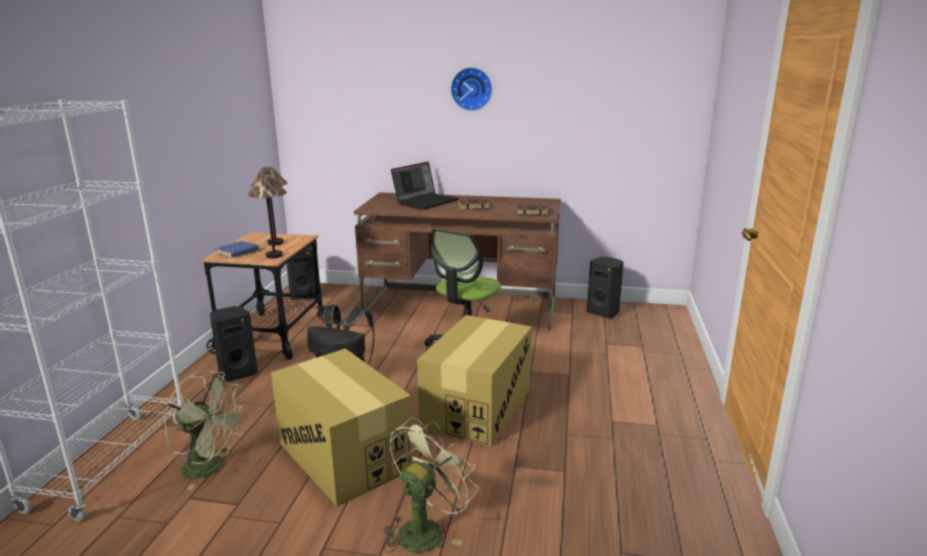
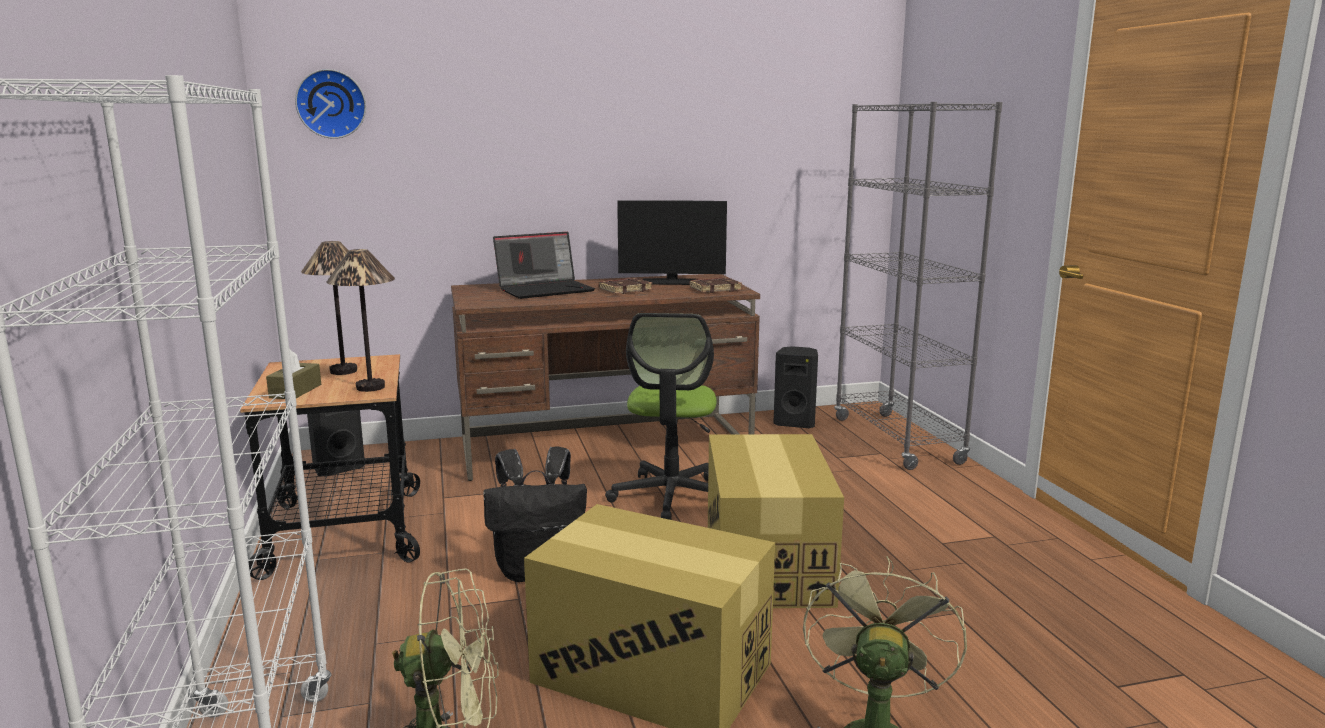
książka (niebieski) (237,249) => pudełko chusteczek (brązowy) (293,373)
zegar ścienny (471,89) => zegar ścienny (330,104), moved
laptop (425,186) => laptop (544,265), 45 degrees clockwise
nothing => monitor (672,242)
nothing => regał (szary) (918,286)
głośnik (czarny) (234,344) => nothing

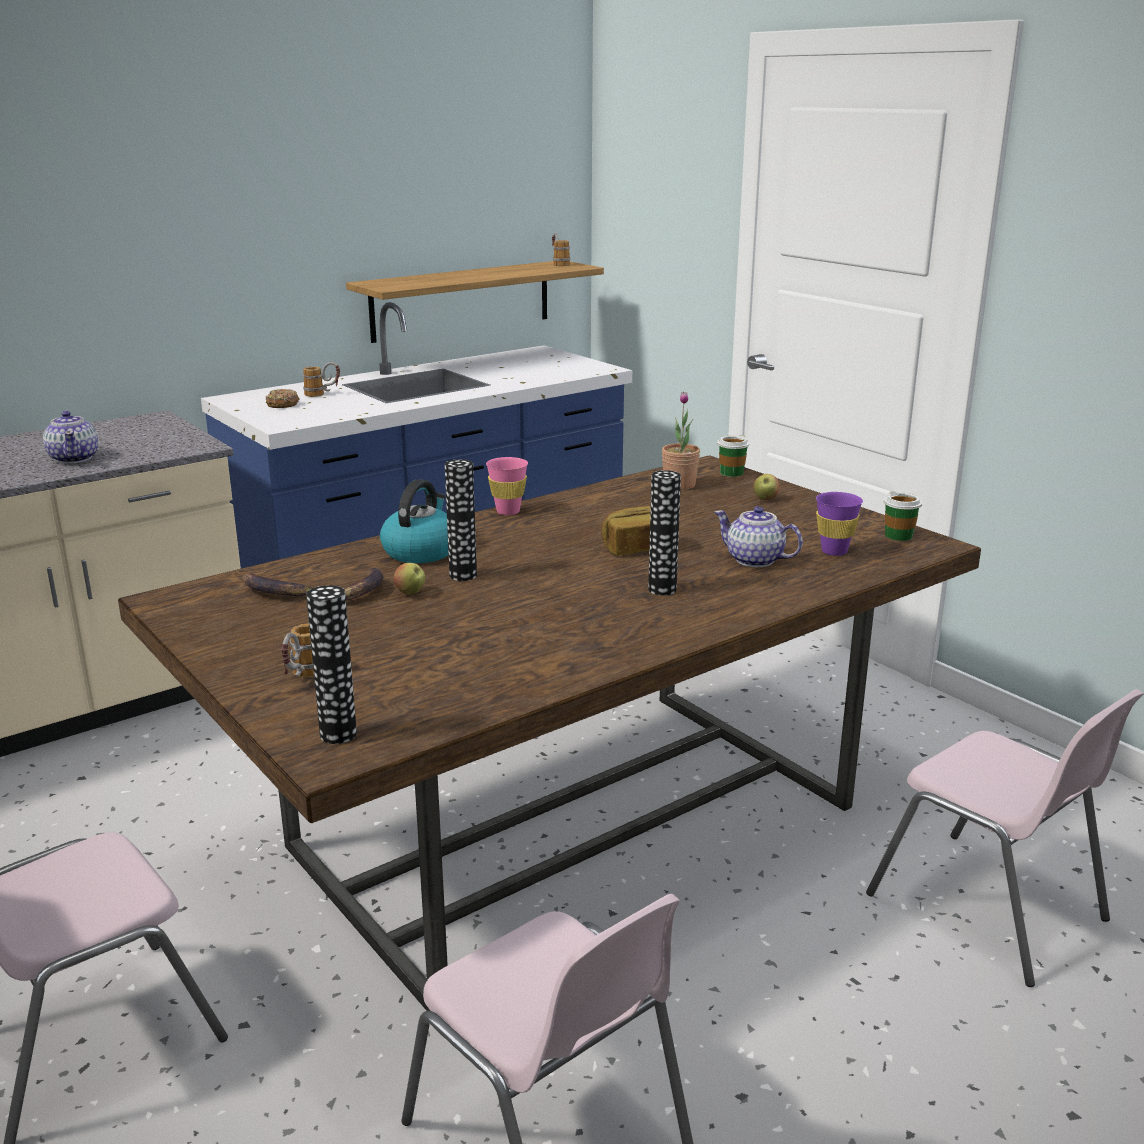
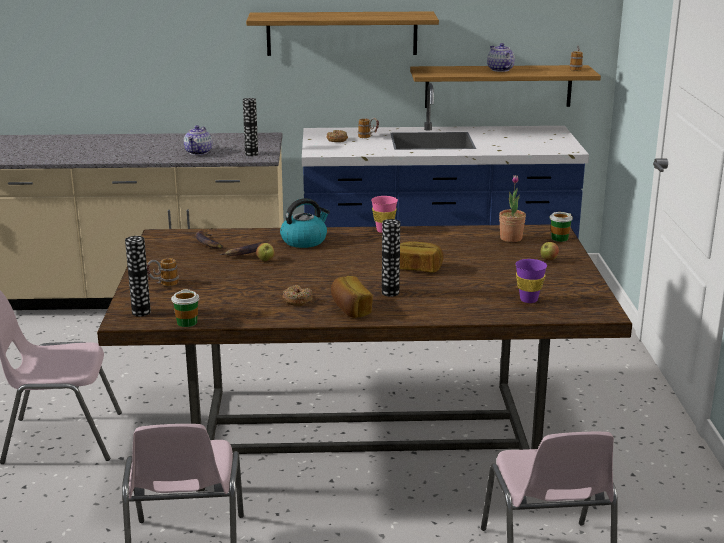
filiżanka (903,516) => filiżanka (185,308), moved
wazon (461,520) => wazon (250,127), moved
nothing => półka (342,33)
nothing => donut (297,295)
nothing => chleb (352,297)
imbryk (758,536) => imbryk (501,57), moved

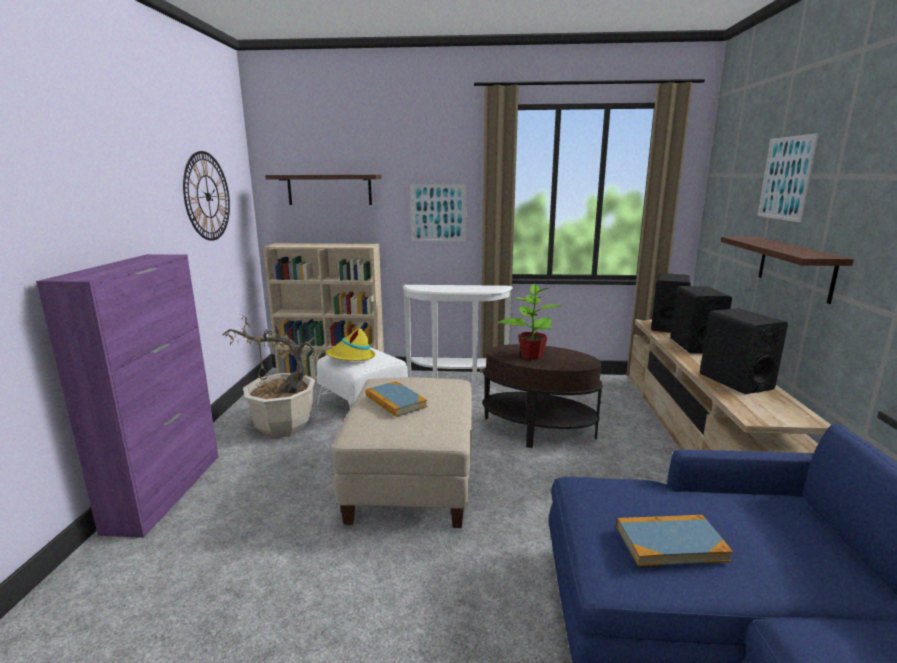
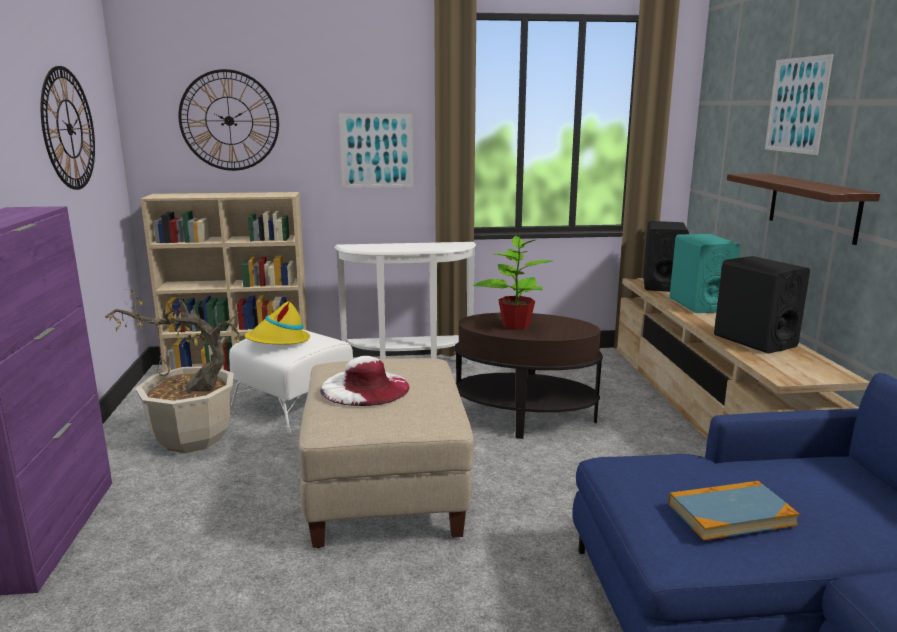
półka (323,190) => zegar ścienny (228,120)
książka (396,399) => kapelusz (biały) (364,381)
głośnik (czarny) (701,320) => głośnik (turkusowy) (705,273)

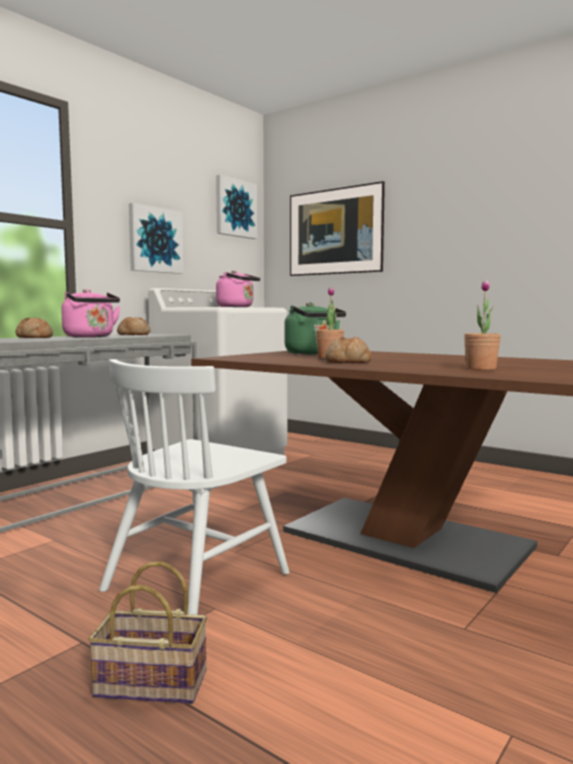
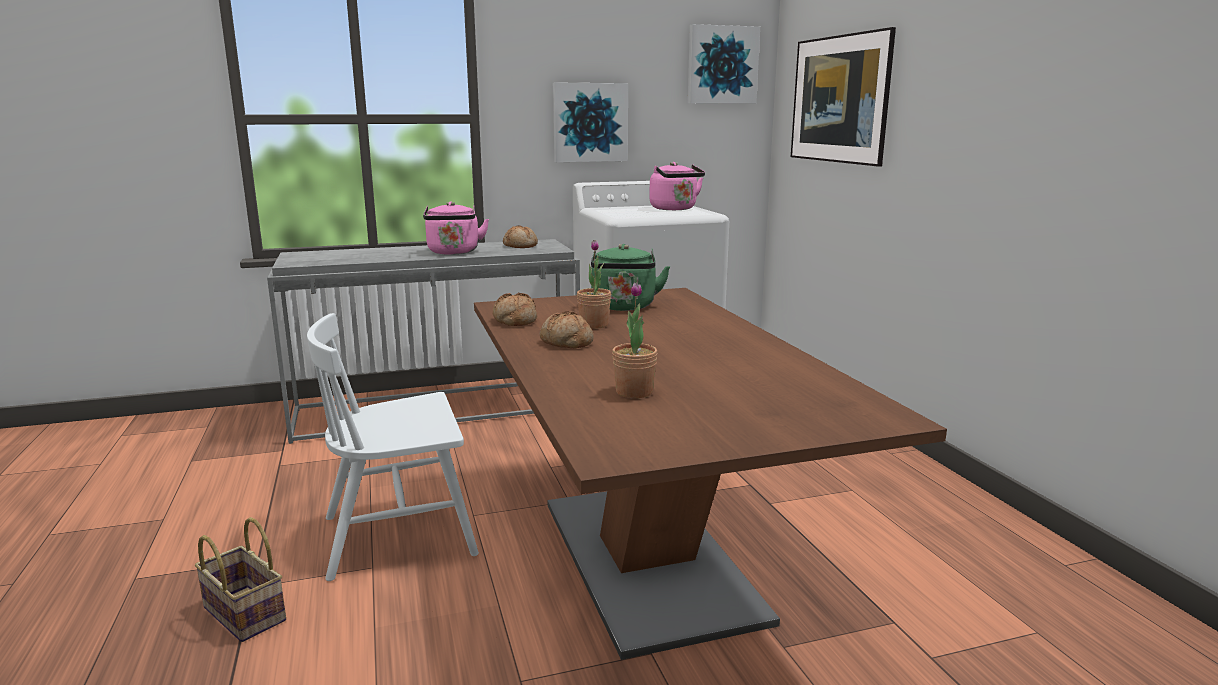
chleb (34,327) => chleb (515,309), moved

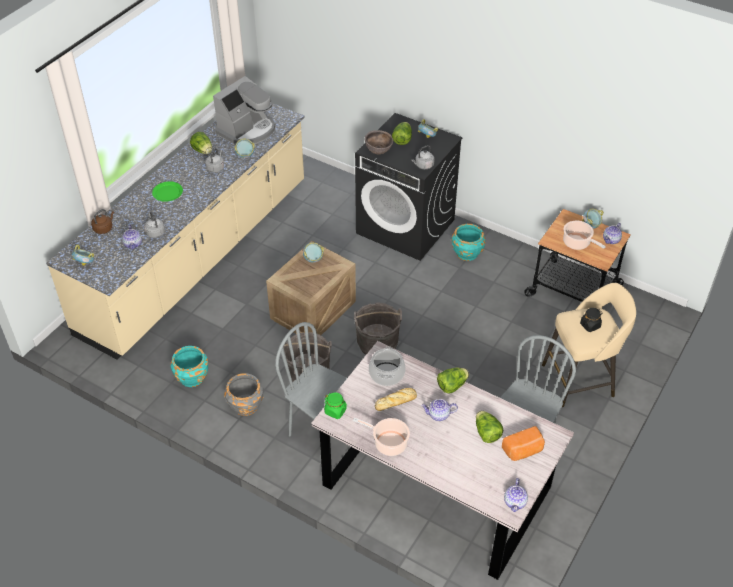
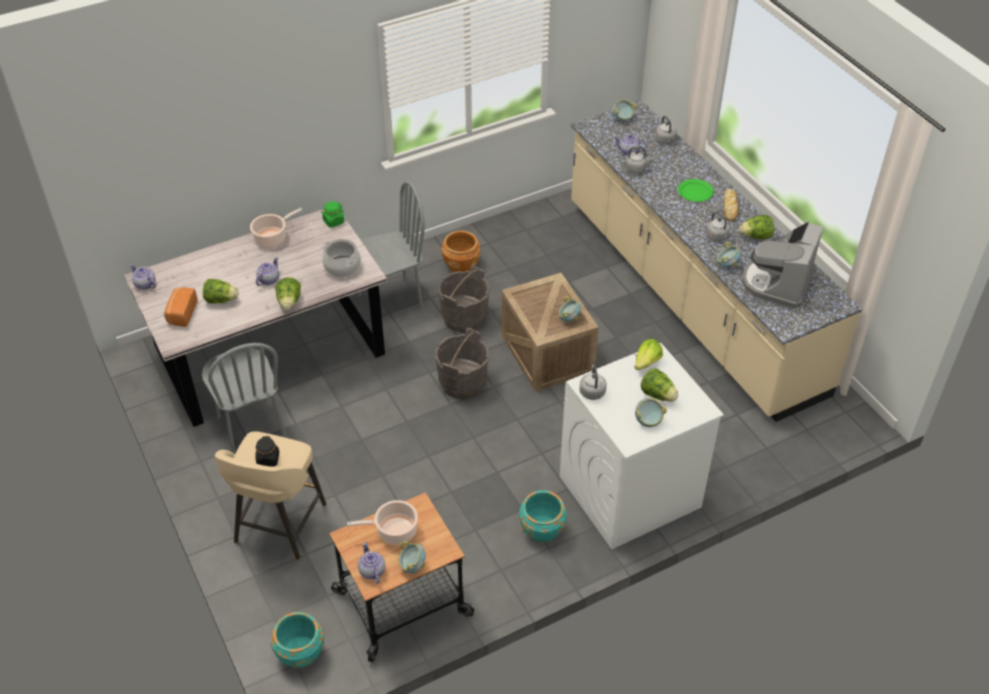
donica (turkusowy) (189,366) => donica (turkusowy) (297,640), moved
donica (szary) (244,394) => donica (brązowy) (460,251)
pralka (czarny) (408,187) => pralka (biały) (642,446)
miska (brązowy) (379,142) => sałata (648,354)
czajnik (brązowy) (102,221) => czajnik (szary) (666,130)
chleb (396,399) => chleb (731,205), moved
ekspres do kawy (244,110) => ekspres do kawy (783,265), 45 degrees clockwise

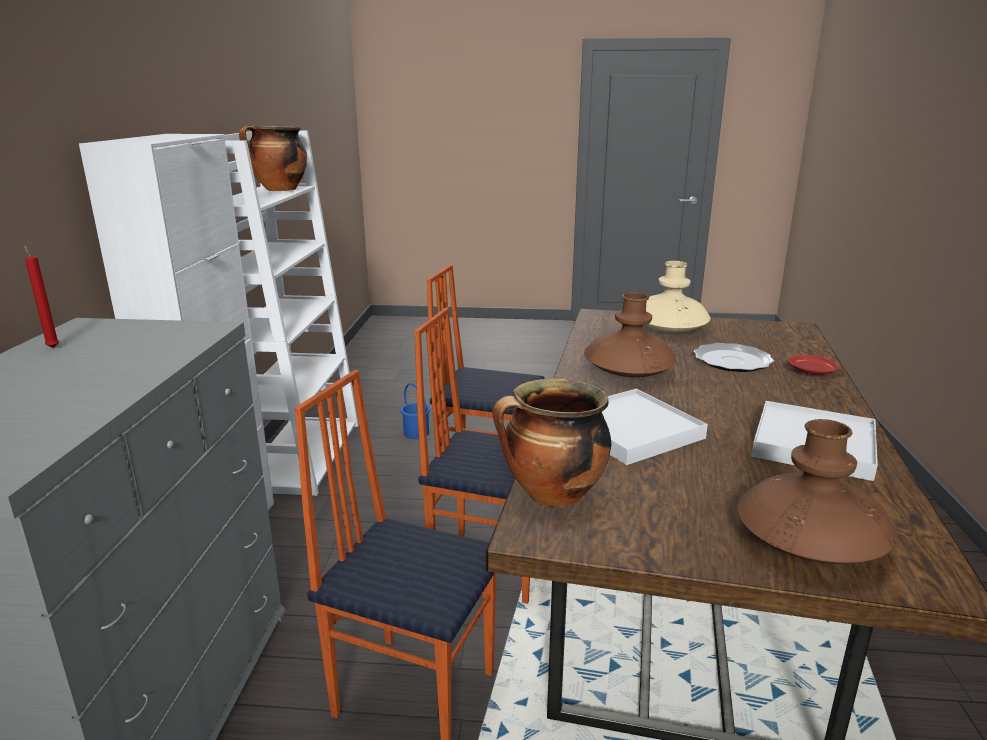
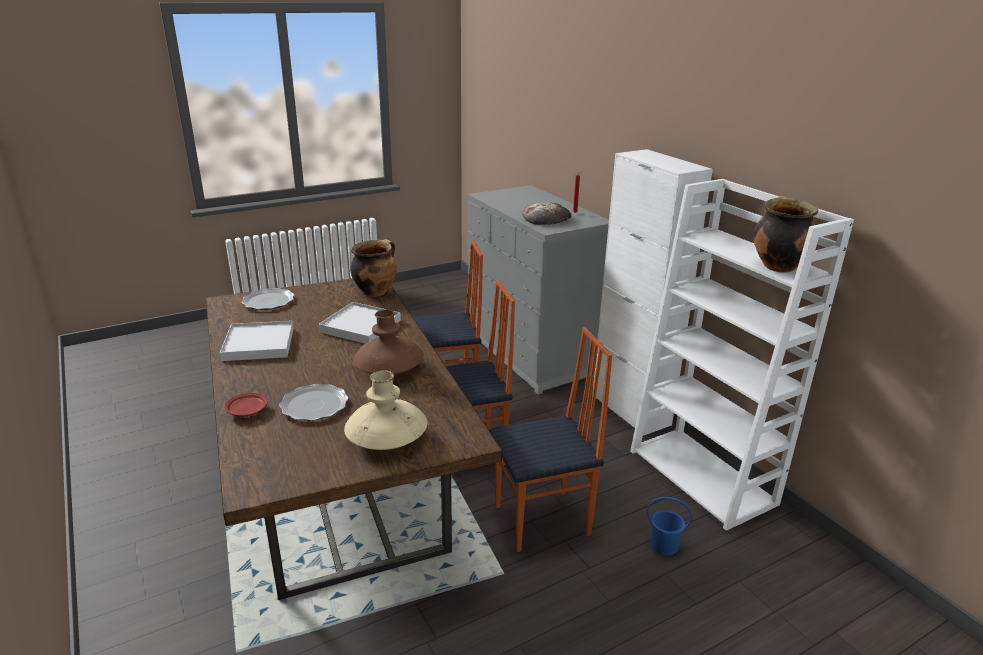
wazon (brązowy) (817,491) => talerz (268,299)
nothing => chleb (547,213)

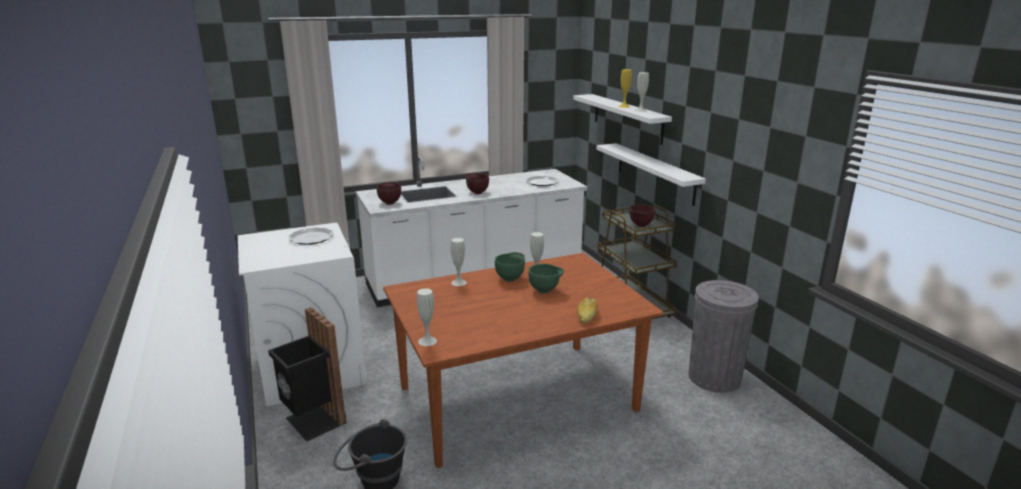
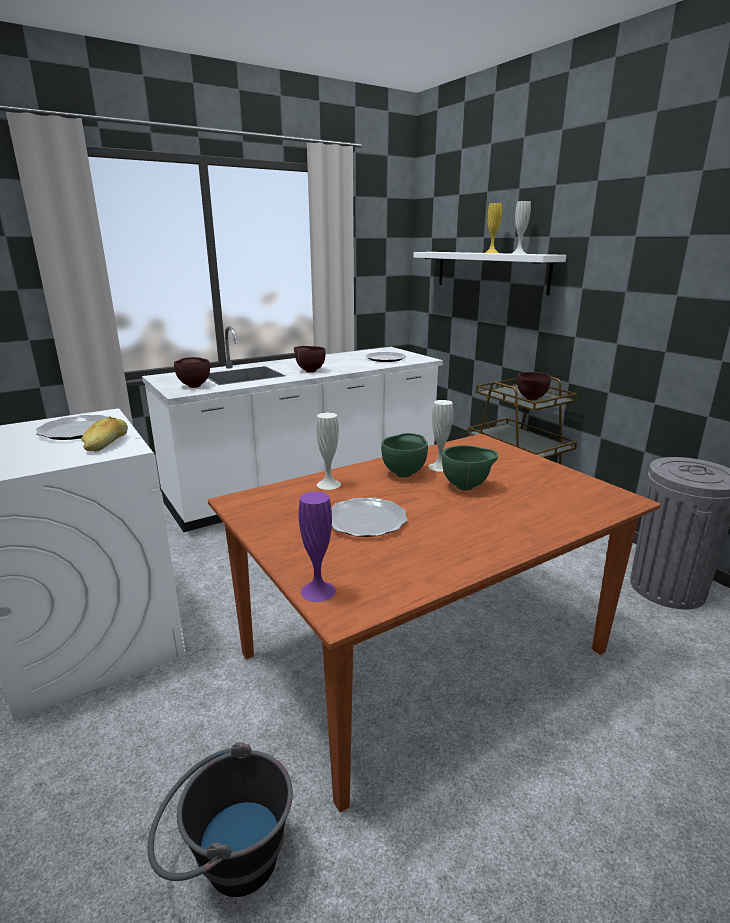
chleb (587,310) => chleb (104,433), moved
wazon (biały) (427,317) => wazon (fioletowy) (317,546)
nothing => talerz (369,517)
kosz na śmieci (czarny) (307,374) => nothing
półka (biały) (651,174) => nothing

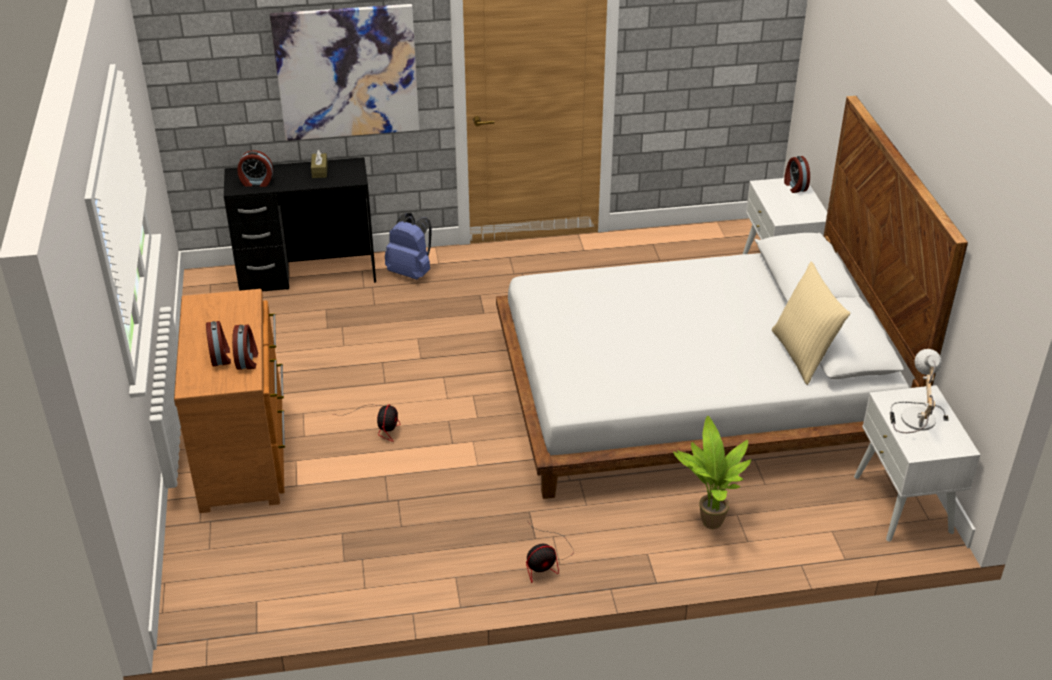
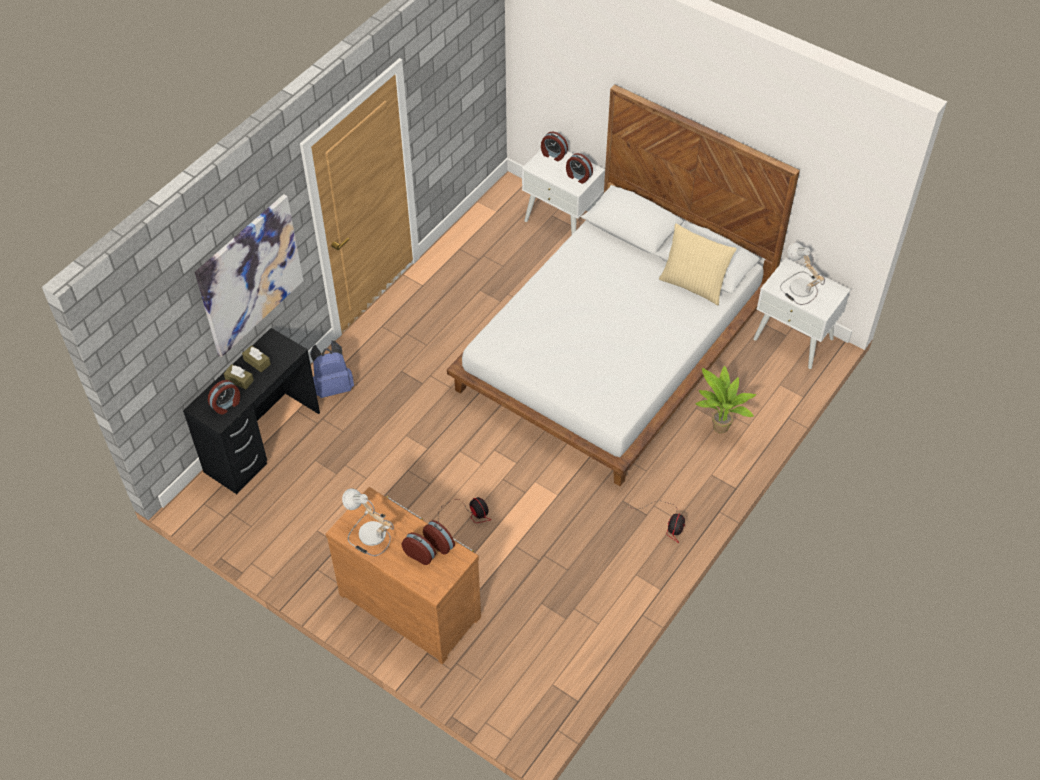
nothing => pudełko chusteczek (brązowy) (239,376)
nothing => lampa stołowa (368,522)
nothing => budzik (579,168)

